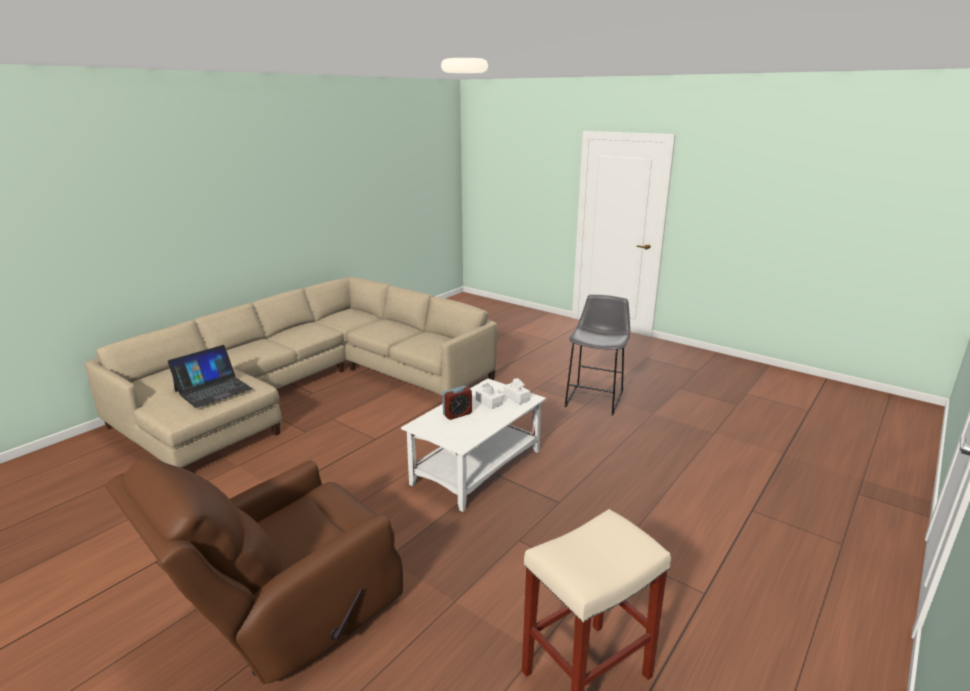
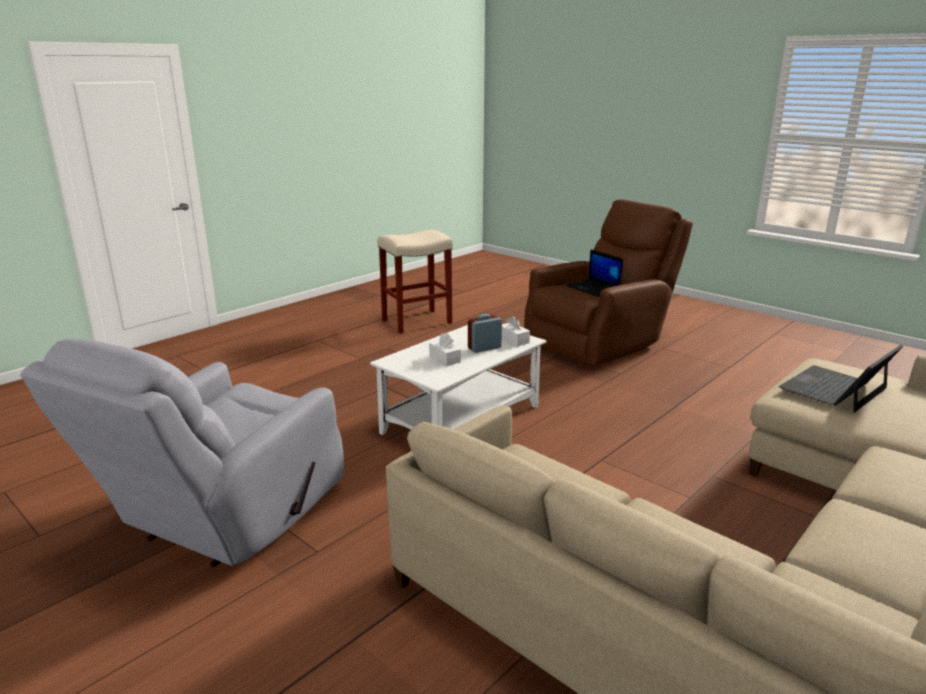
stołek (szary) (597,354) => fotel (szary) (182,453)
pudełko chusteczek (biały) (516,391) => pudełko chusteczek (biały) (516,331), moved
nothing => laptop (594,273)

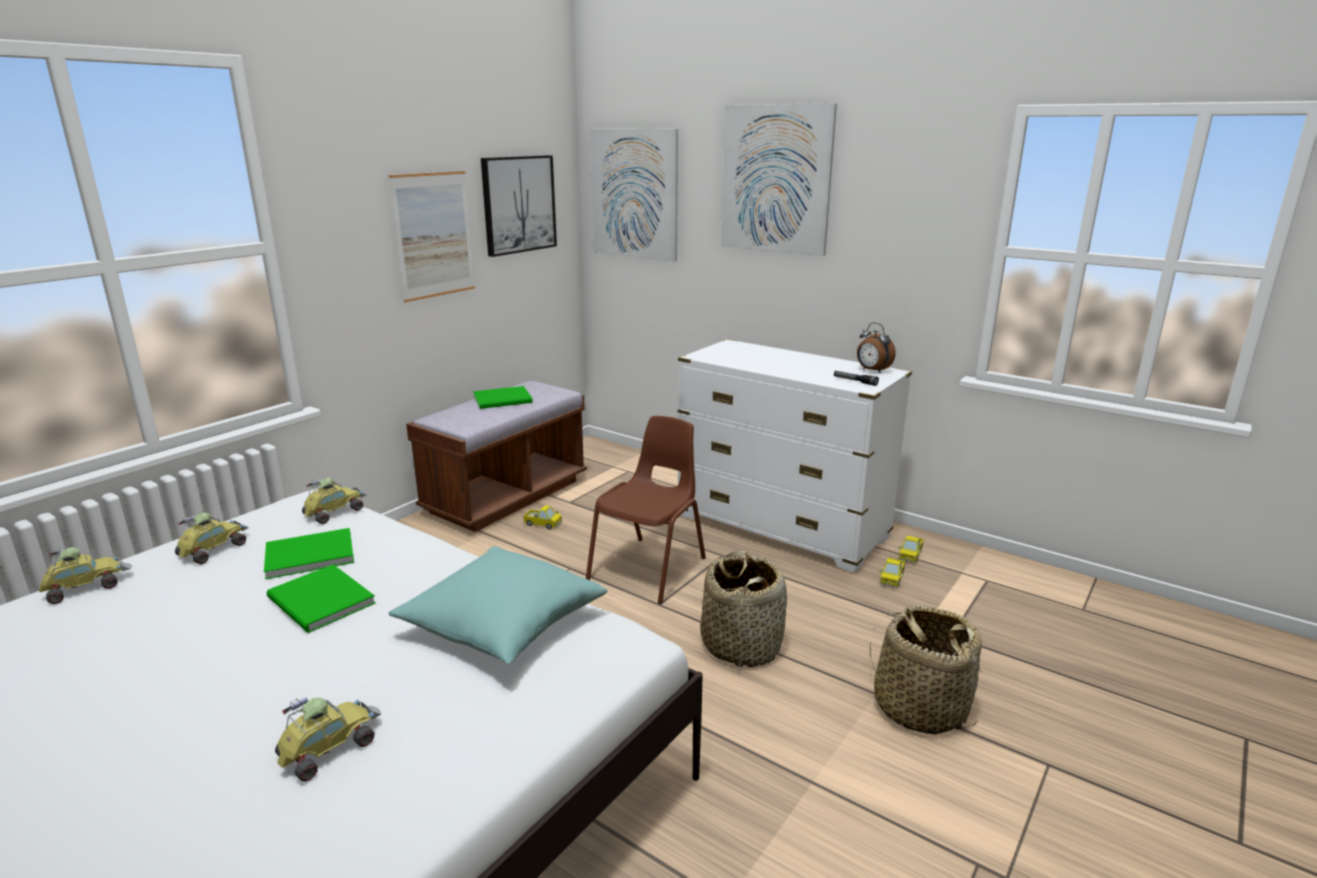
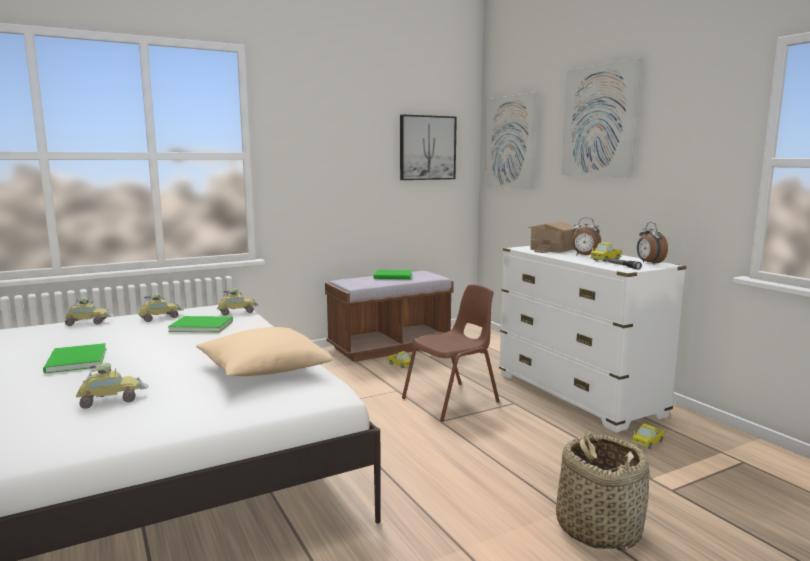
książka (zielony) (321,598) => książka (zielony) (74,358), moved
poduszka (turkusowy) (497,605) => poduszka (beżowy) (265,351)
nothing => domek (551,237)
nothing => budzik (586,236)
ciężarówka zabawkowa (911,549) => ciężarówka zabawkowa (606,252), moved
obraz (432,236) => nothing
koszyk (743,608) => nothing

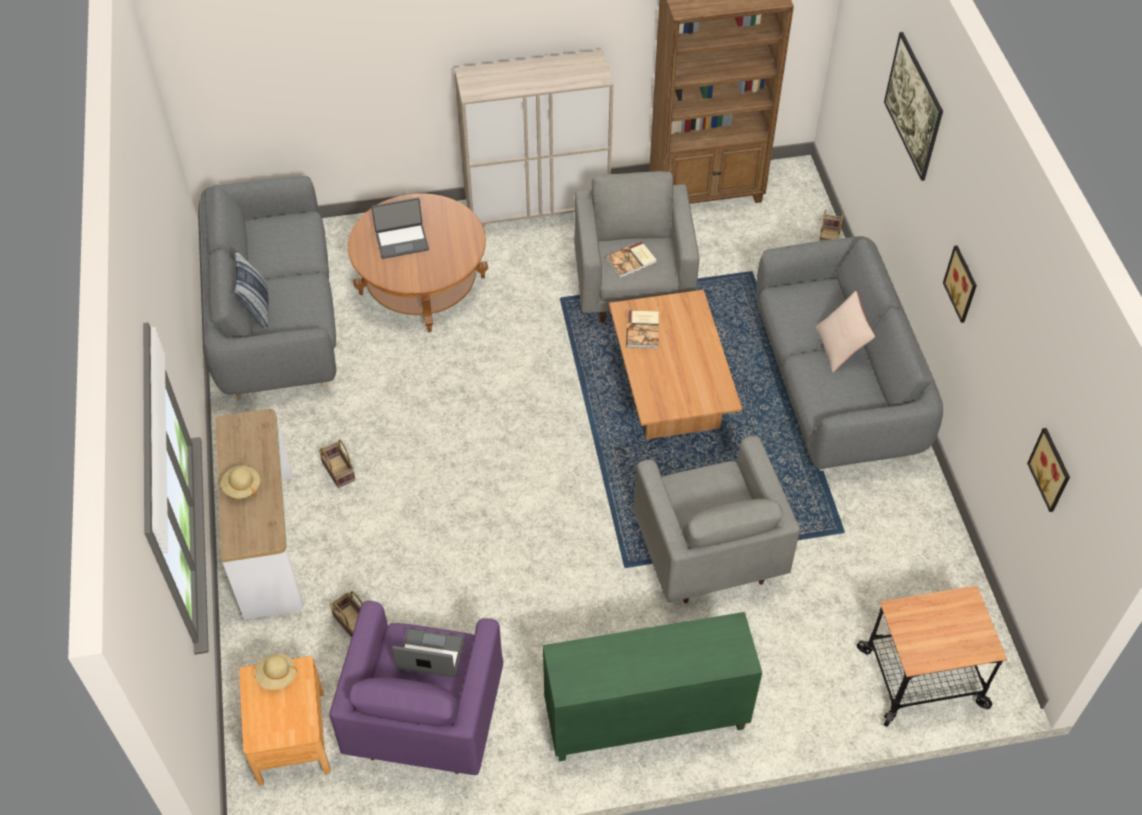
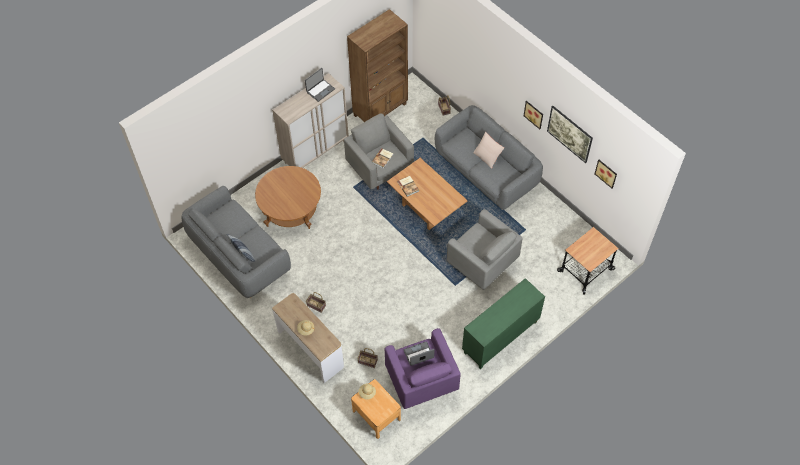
laptop (400,228) => laptop (320,85), moved
obraz (913,106) => obraz (570,134), moved

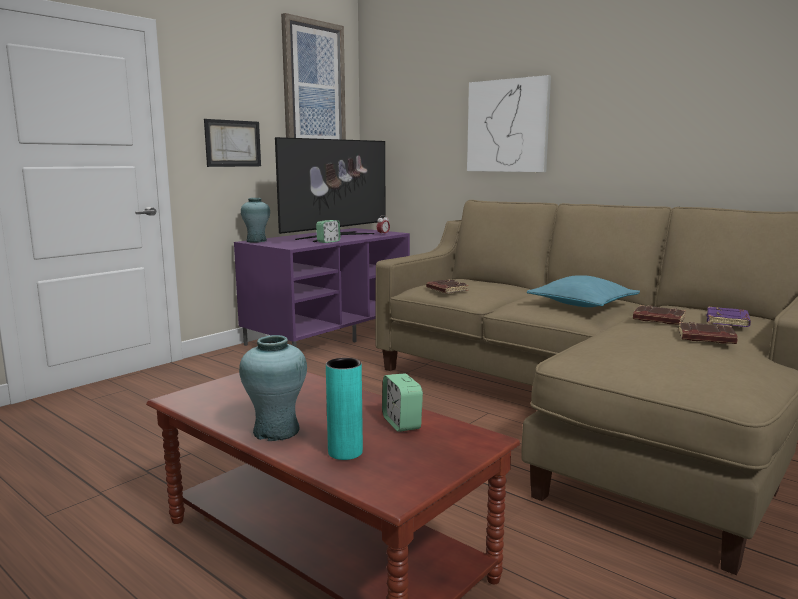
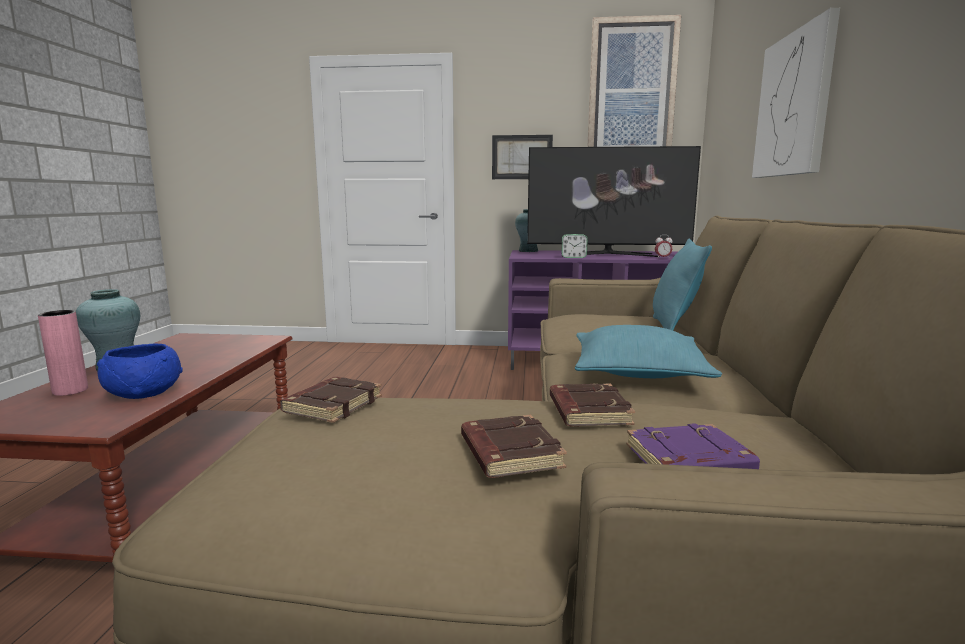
wazon (turkusowy) (344,409) => wazon (różowy) (63,353)
budzik (402,402) => miska (niebieski) (140,371)
książka (brązowy) (447,286) => książka (brązowy) (331,400), moved
nothing => poduszka (turkusowy) (682,284)

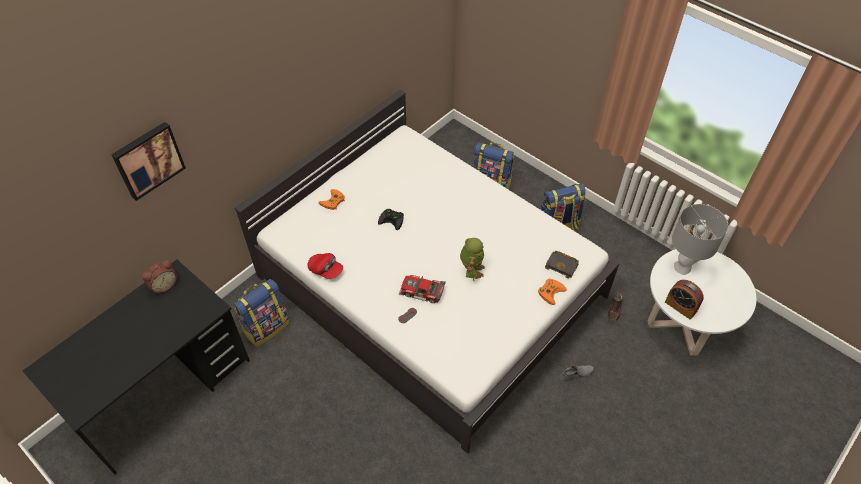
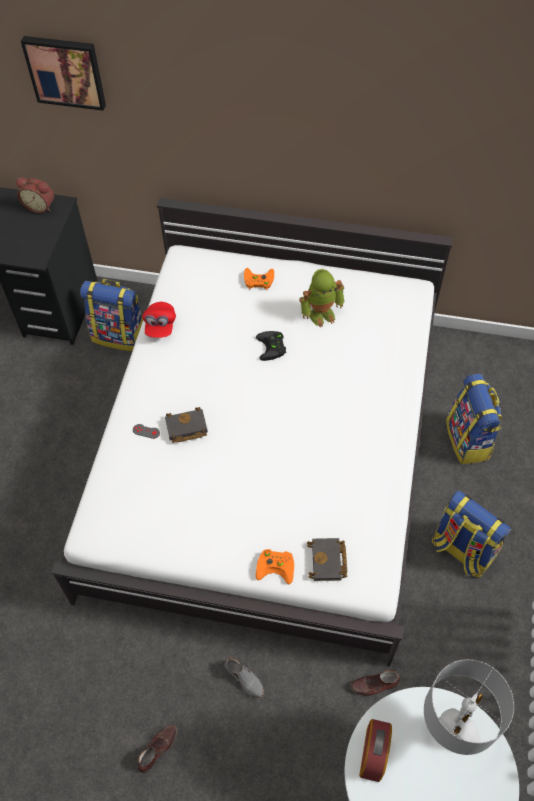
nothing => but (brązowy) (158,748)
samochodzik (422,289) => książka (czarny) (186,425)
robot zabawkowy (472,259) => robot zabawkowy (321,298), moved

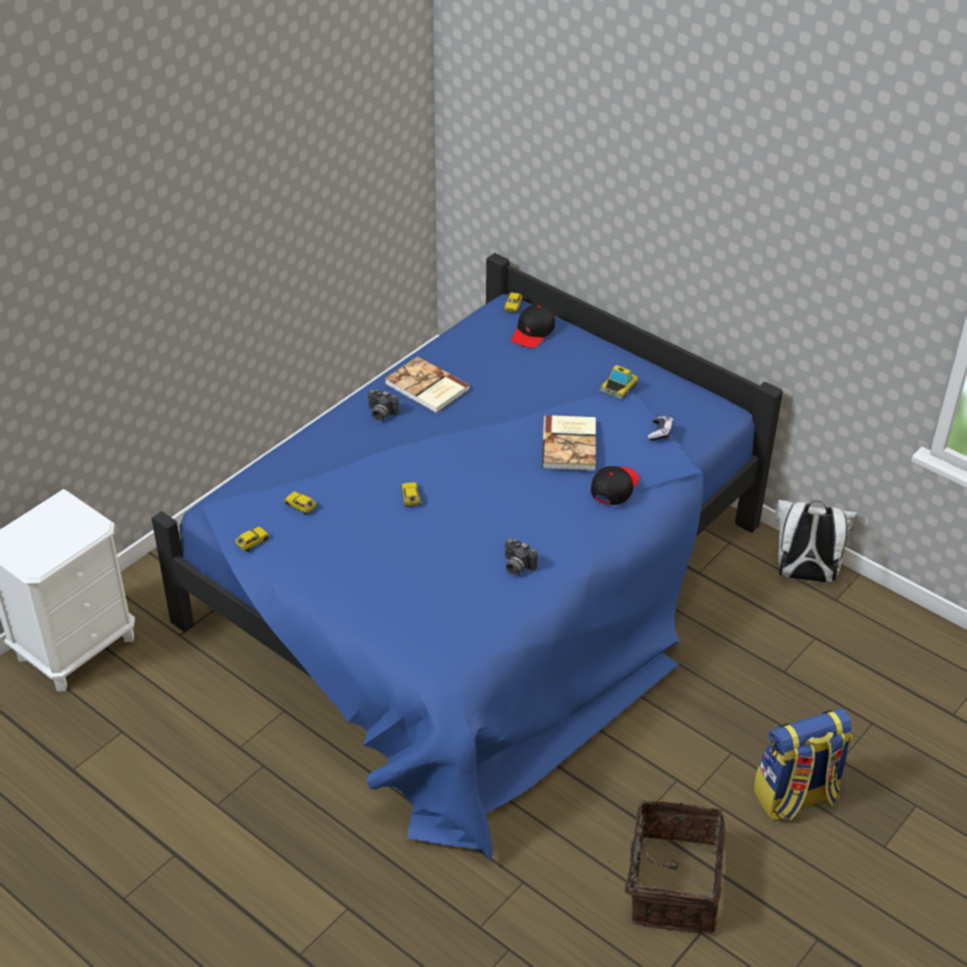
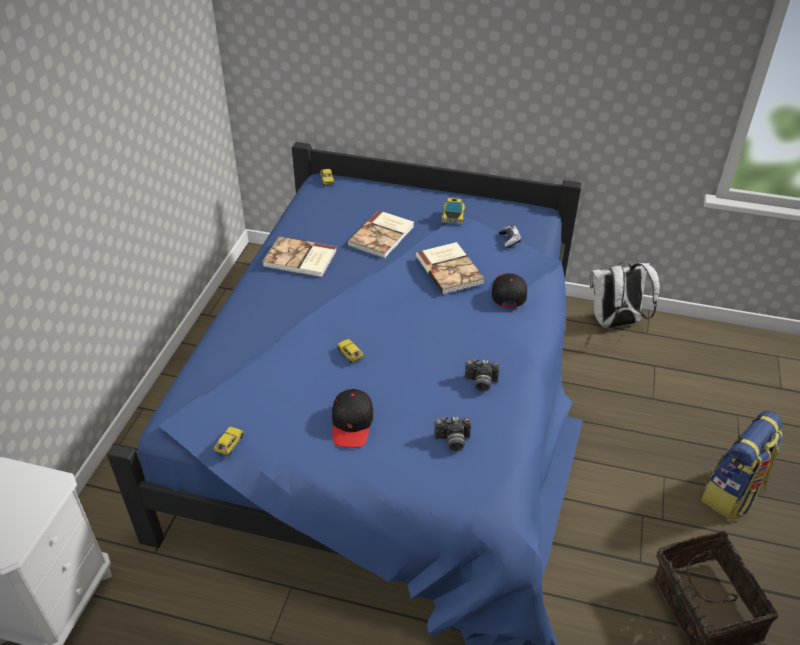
czapka z daszkiem (czarny) (533,326) => czapka z daszkiem (czarny) (352,418), moved
nothing => książka (380,234)
aparat fotograficzny (383,405) => aparat fotograficzny (452,434), moved
samochodzik (300,503) => nothing

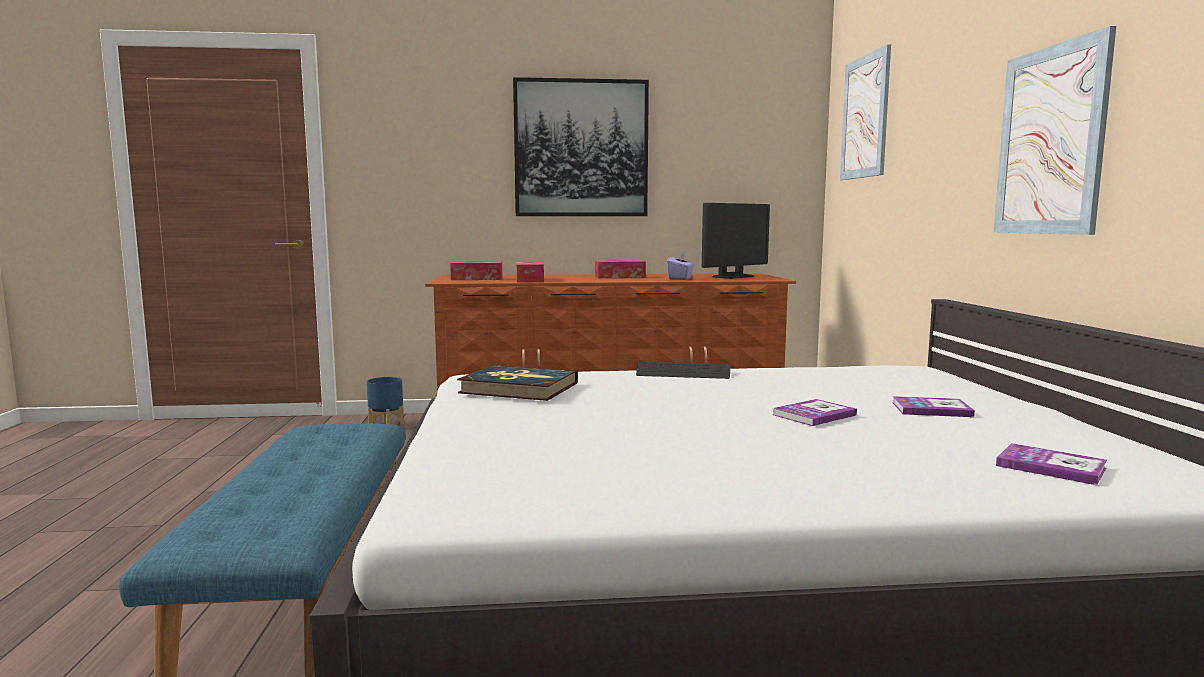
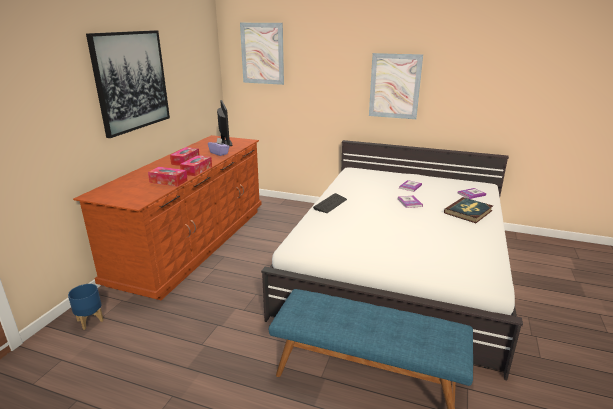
pudełko chusteczek (476,271) => pudełko chusteczek (196,165), moved
książka (517,383) => książka (468,210), moved

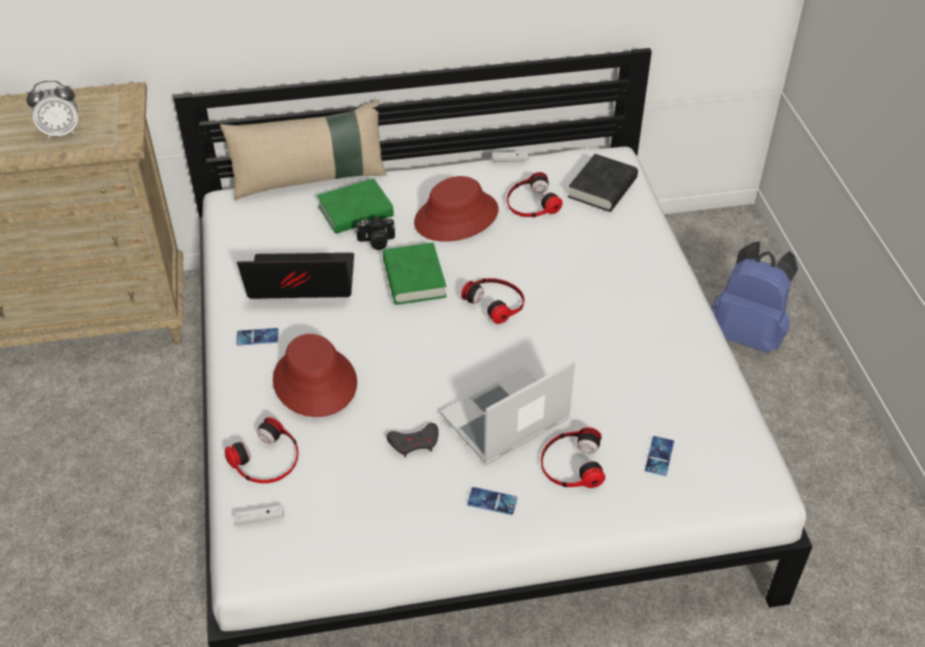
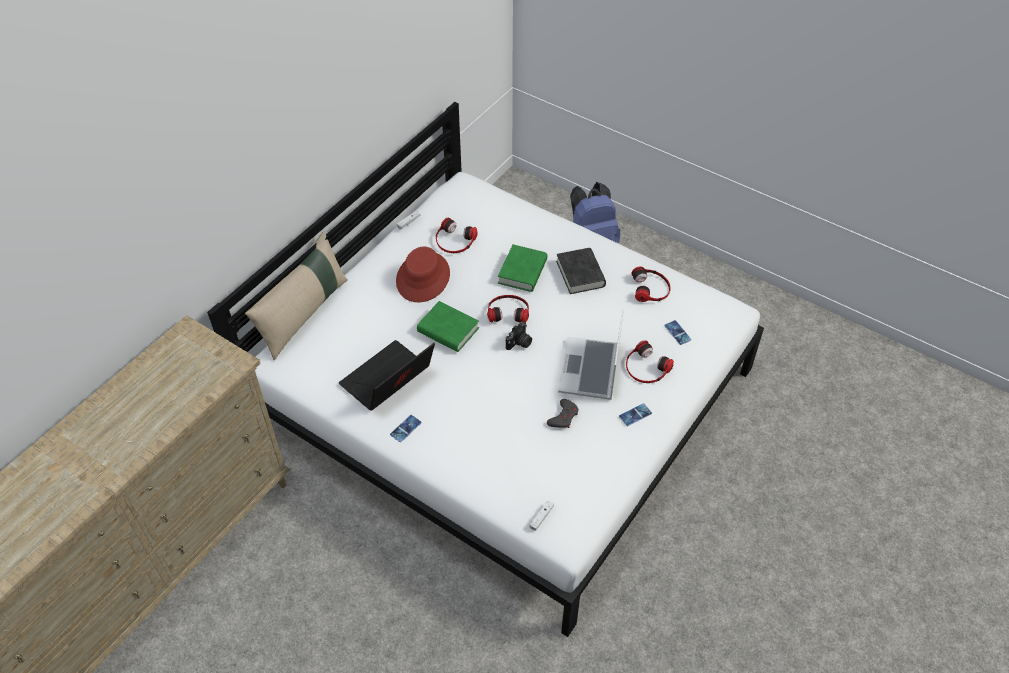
książka (zielony) (355,206) => książka (zielony) (522,268), moved
aparat fotograficzny (375,233) => aparat fotograficzny (519,335), moved
książka (czarny) (603,183) => książka (czarny) (581,271), moved
słuchawki (261,450) => słuchawki (651,284), moved
budzik (52,109) => nothing
kapelusz (czerwony) (315,375) => nothing

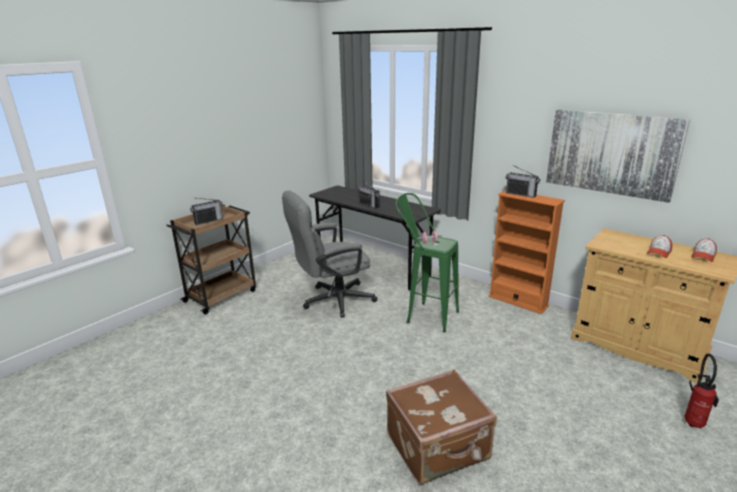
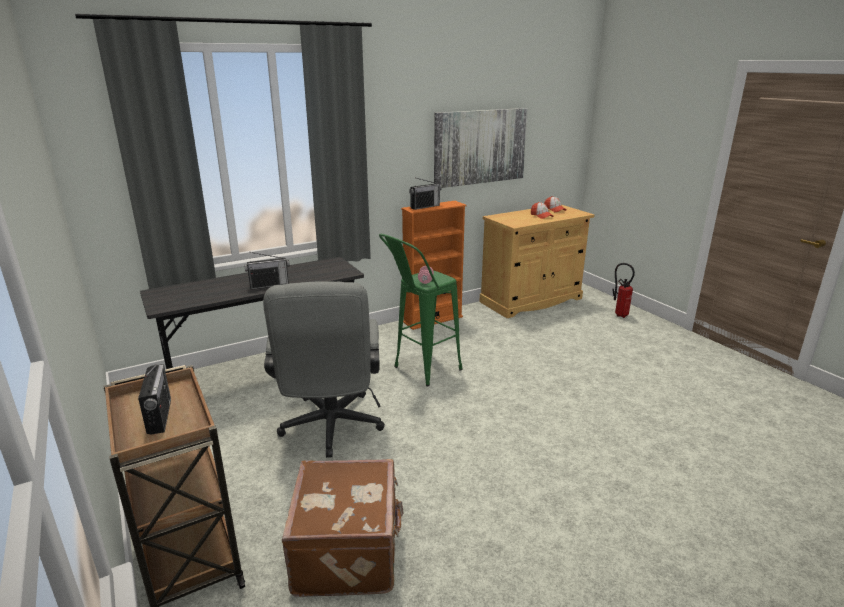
walizka (brązowy) (441,427) => walizka (brązowy) (342,528), moved

